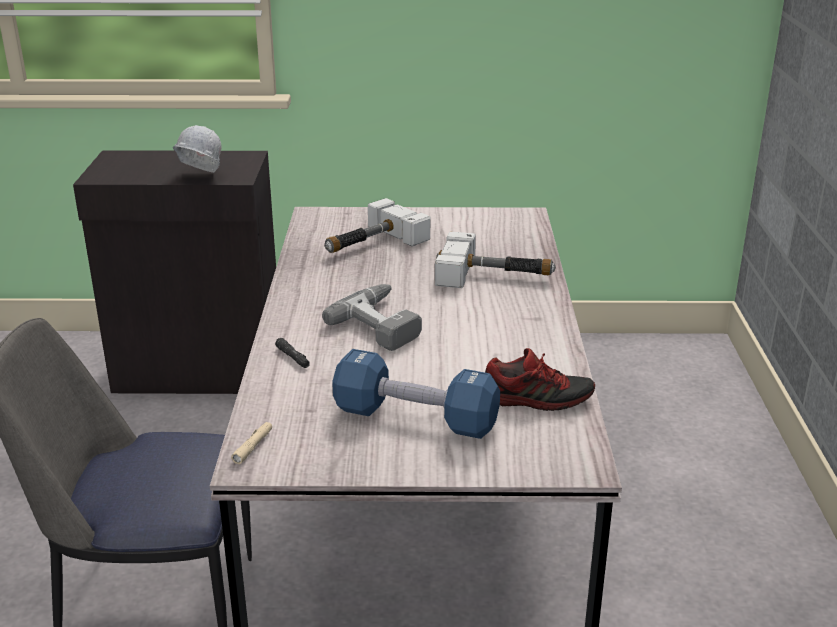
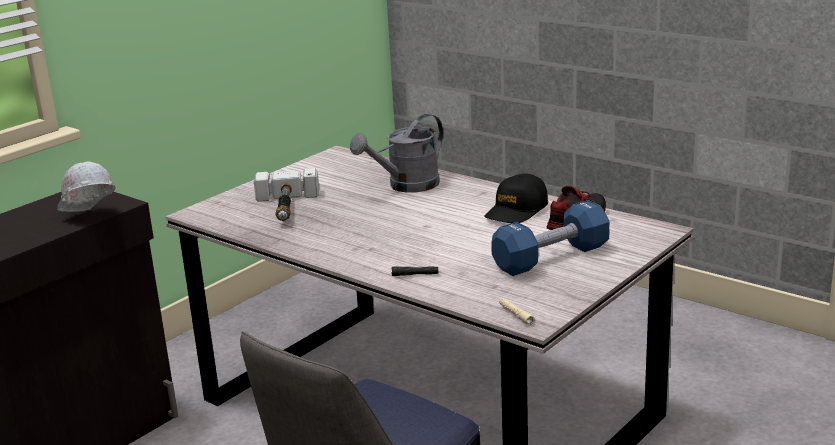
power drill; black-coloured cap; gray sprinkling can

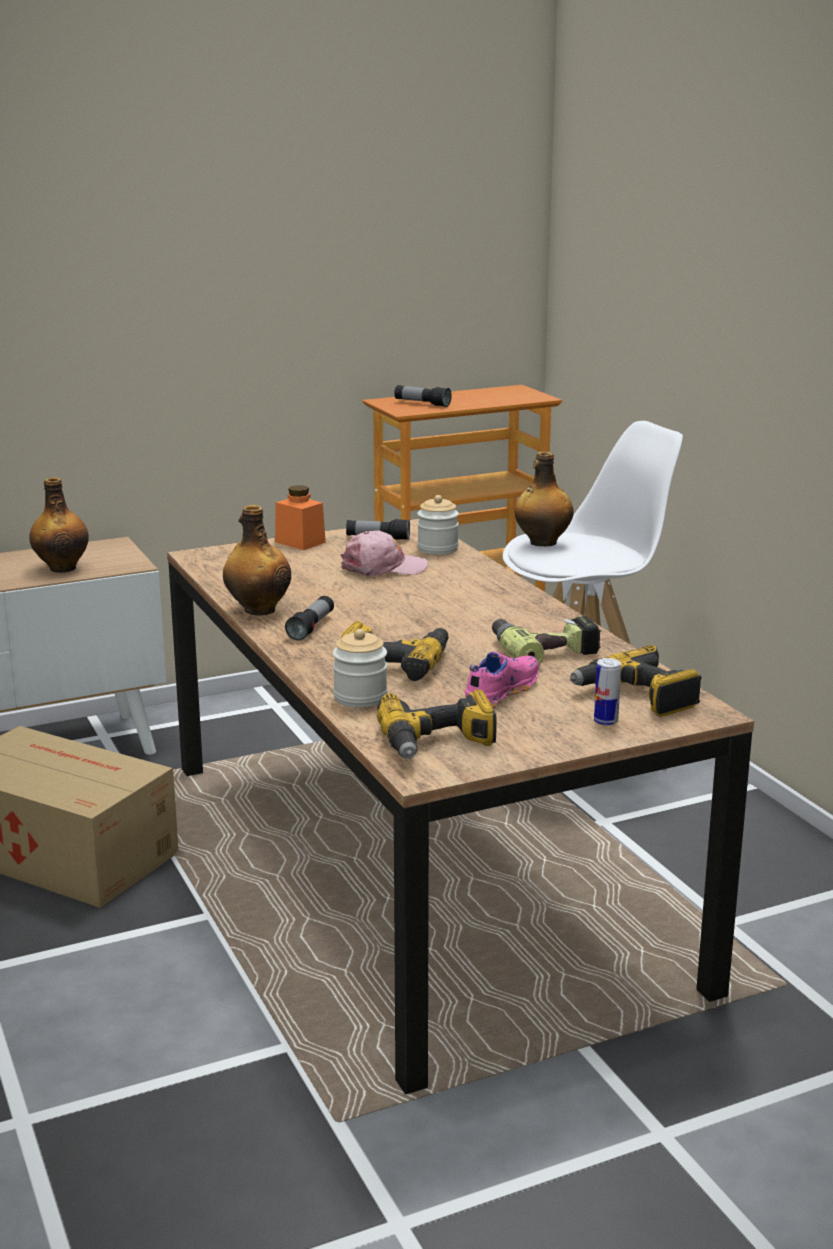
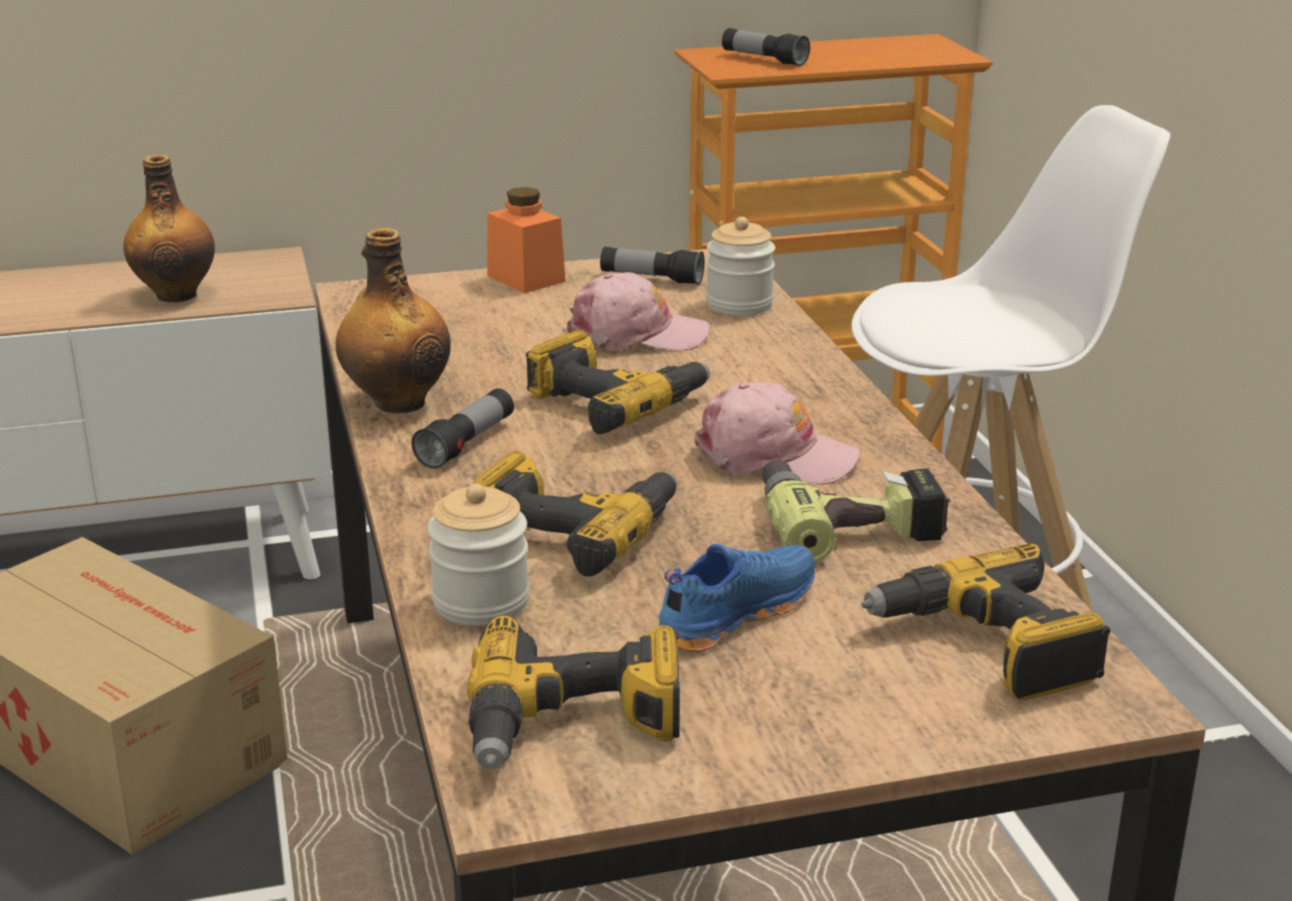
beverage bottle (no. 3 from left in the first image); metal can; power drill (no. 3 from left); pink-coloured cap (no. 2 from left); blue item of footwear

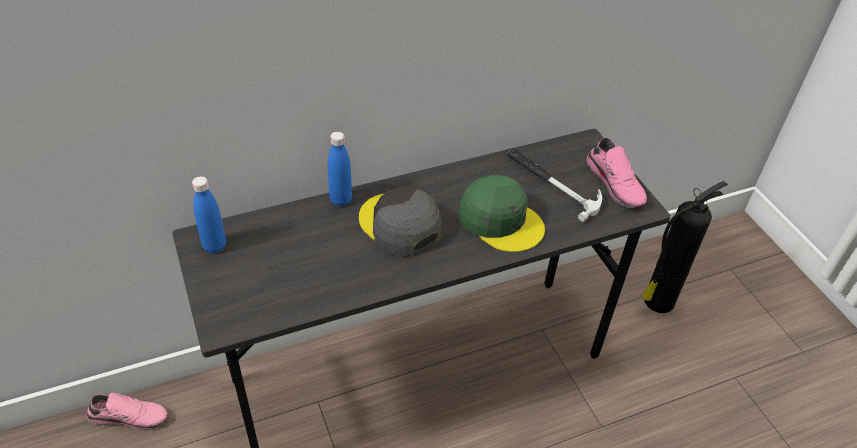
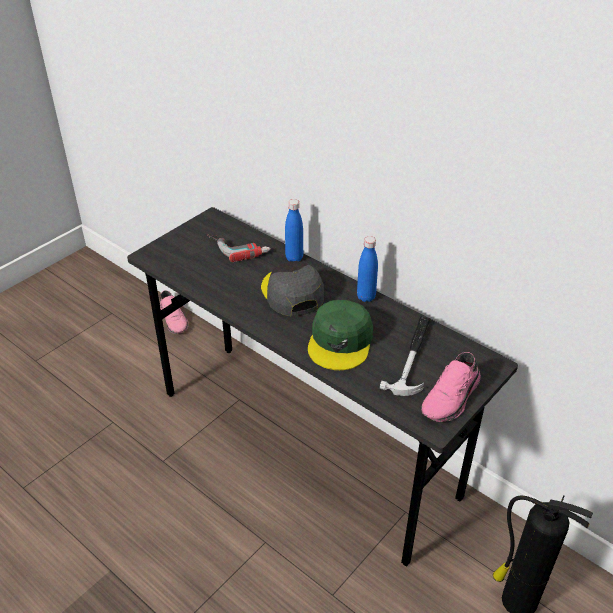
power drill; blue beverage bottle (no. 2 from left); gray cap

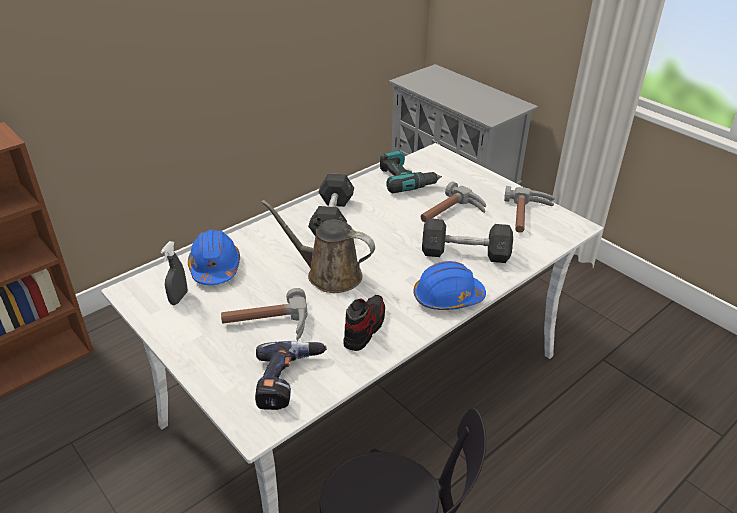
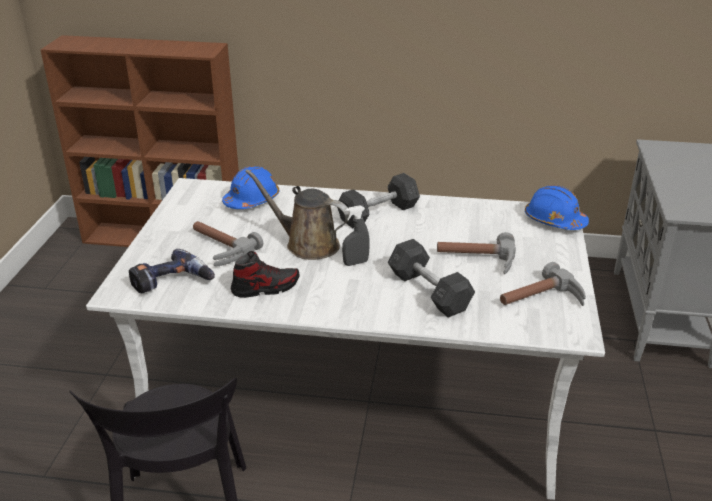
power drill (no. 2 from left in the first image); gray hand sprayer; blue hard hat (no. 2 from left); brown sprinkling can

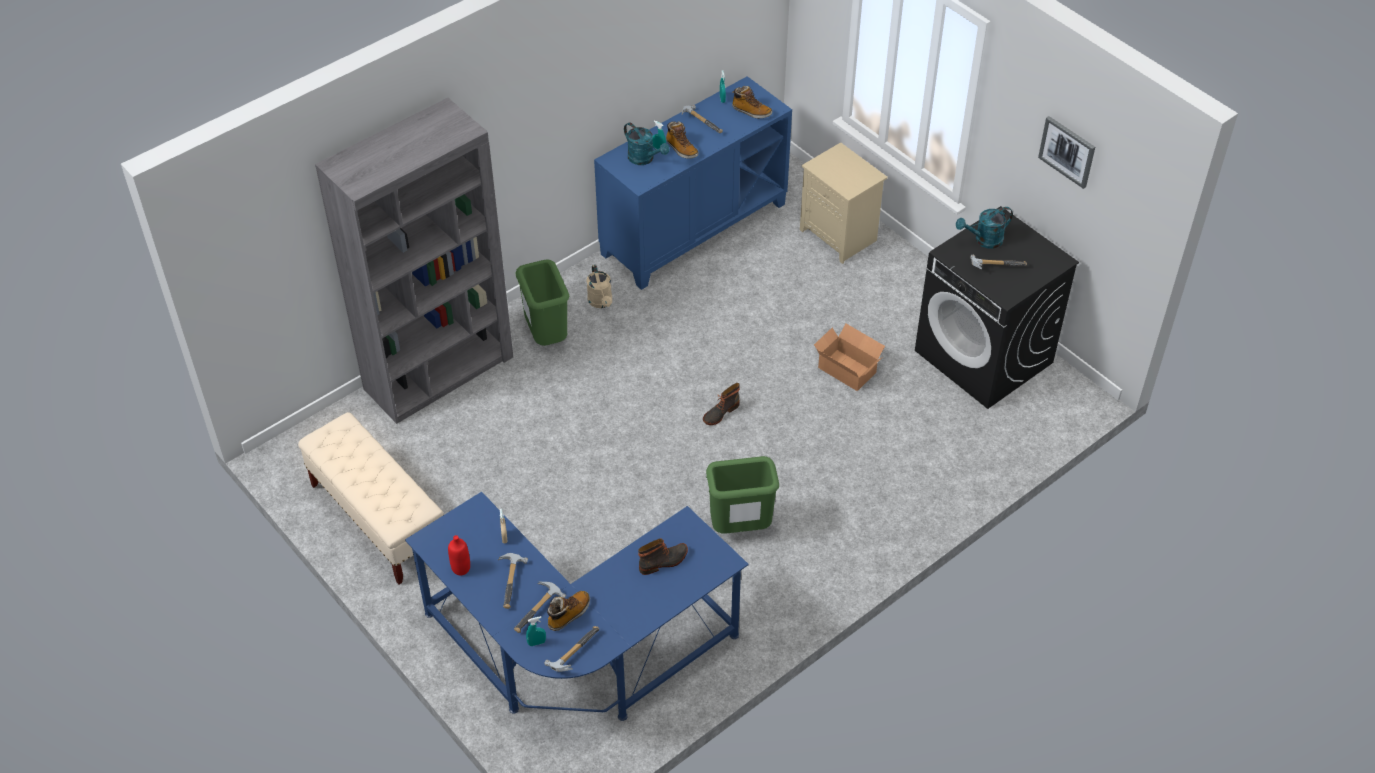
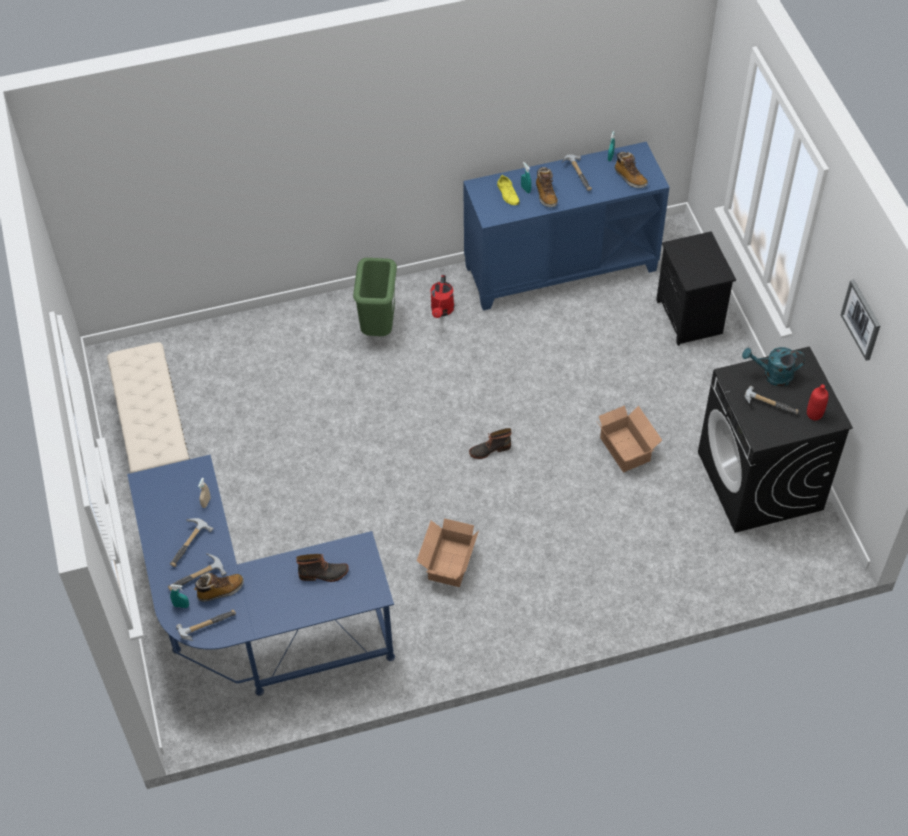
gray bookcase; red-coloured beverage bottle; yellowish item of footwear; carton (no. 1 from left); red-coloured sprinkling can; black-coloured bedside table

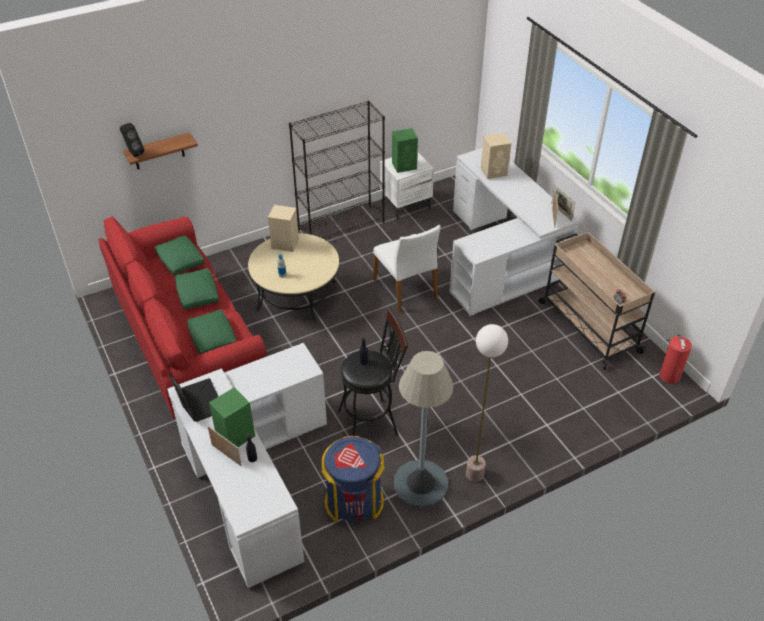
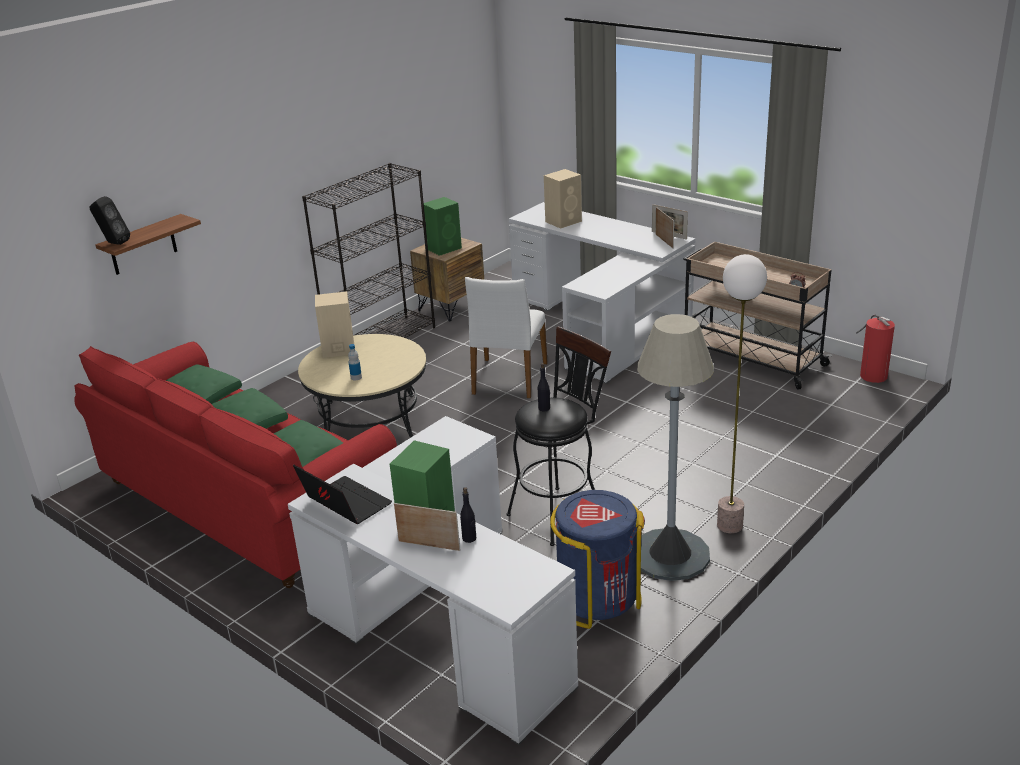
brown bedside table; whitish upright chair

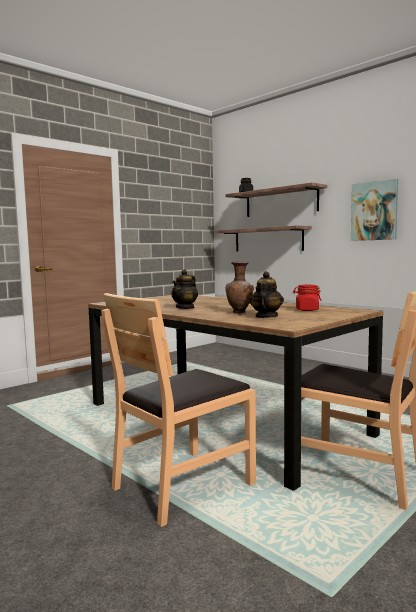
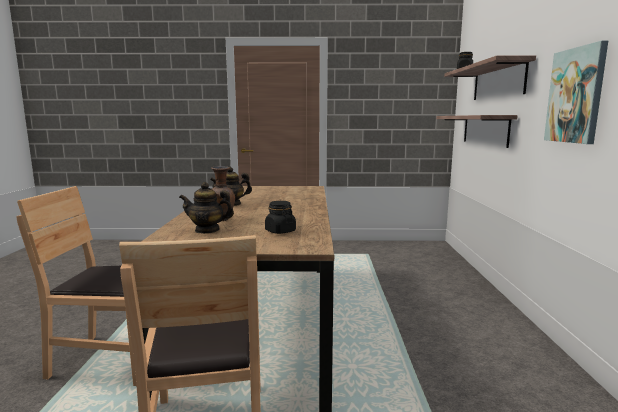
black-coloured preserve jar (no. 1 from left); pot for tea (no. 1 from left)

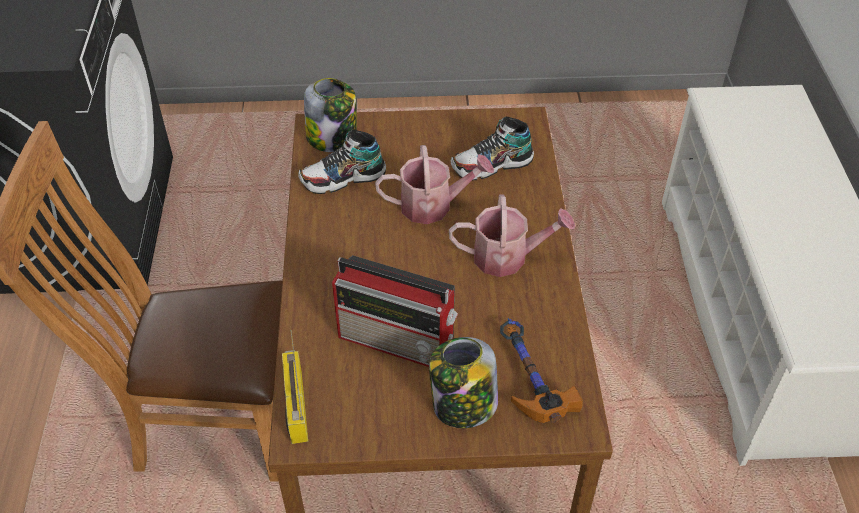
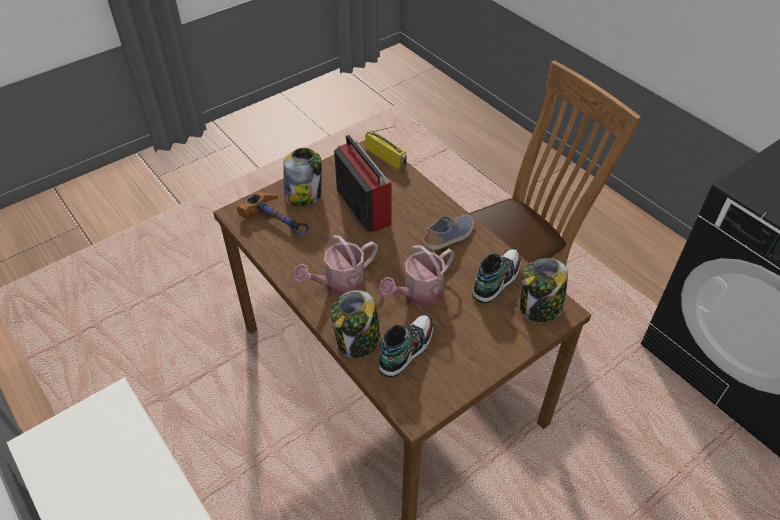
preserve jar (no. 2 from left); item of footwear (no. 2 from left); radio receiver (no. 1 from left)

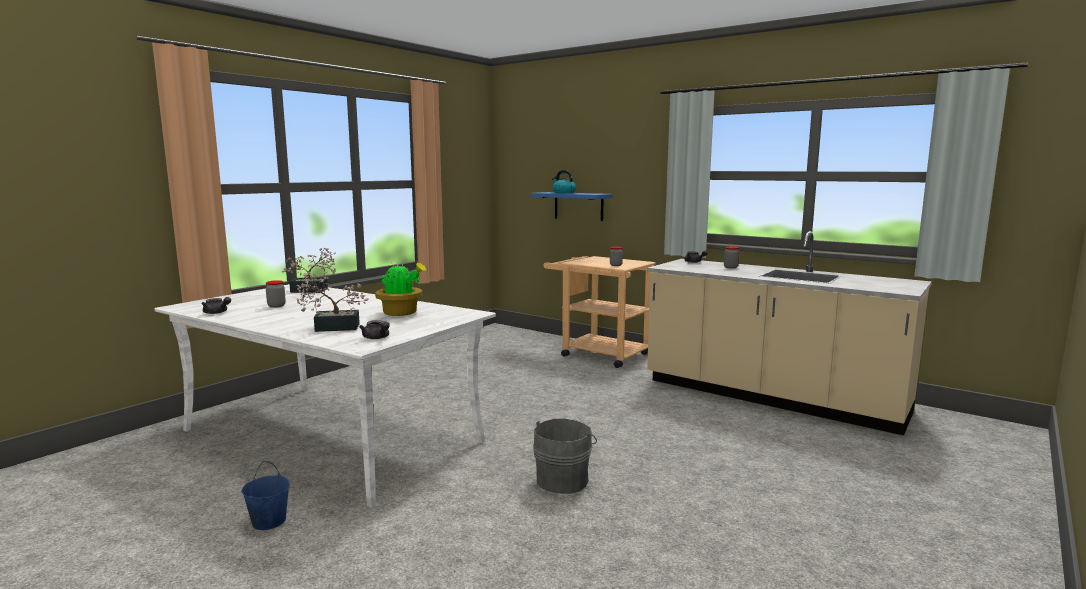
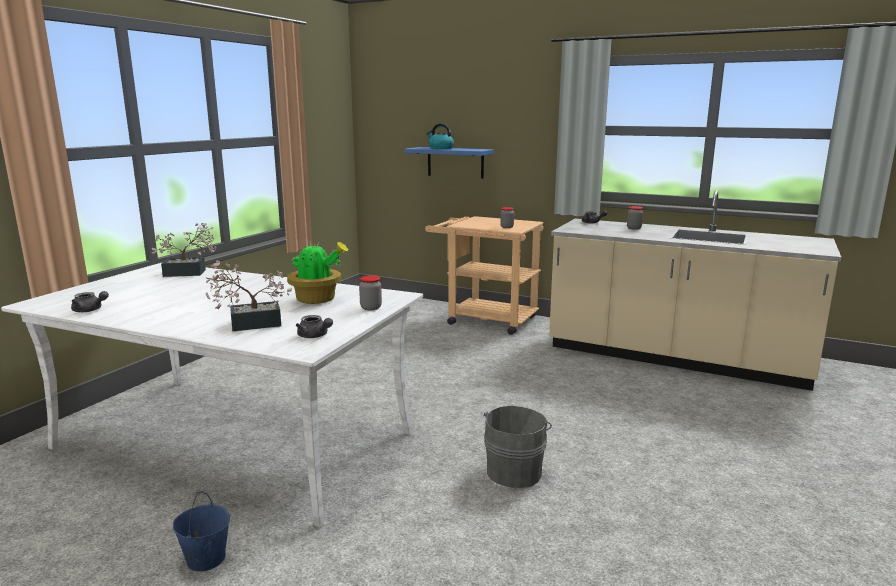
preserve jar (no. 1 from left)

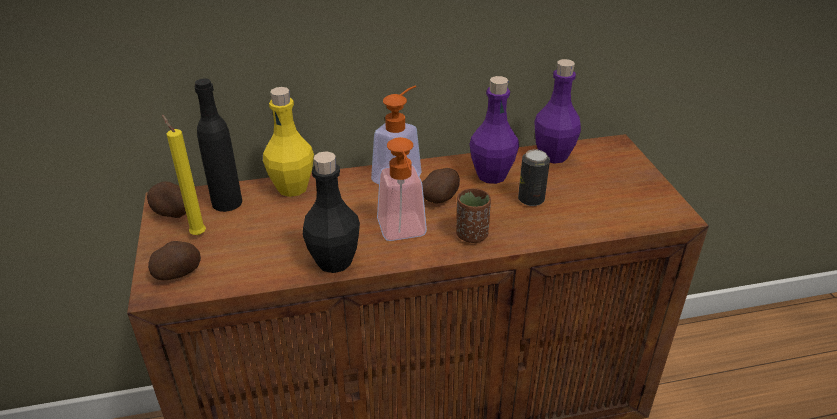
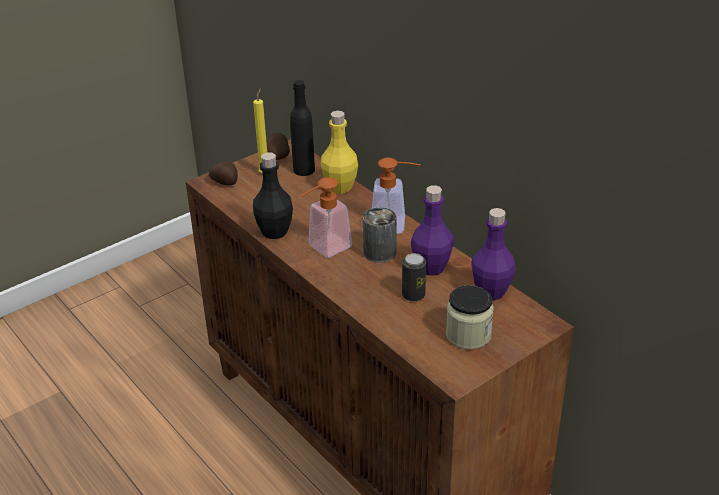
brown drinking cup; preserve jar; metal can (no. 1 from left)

